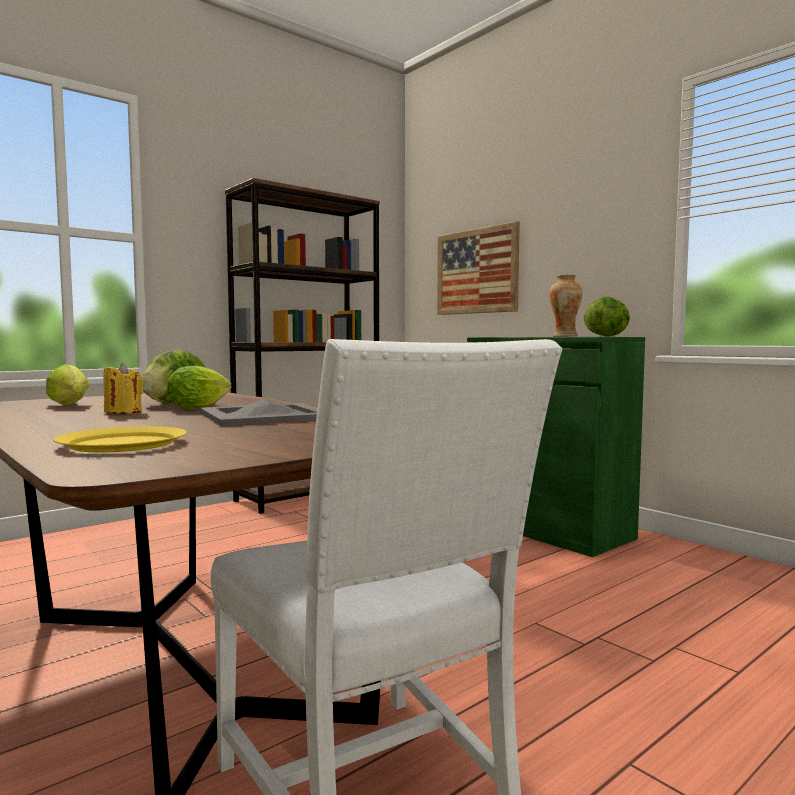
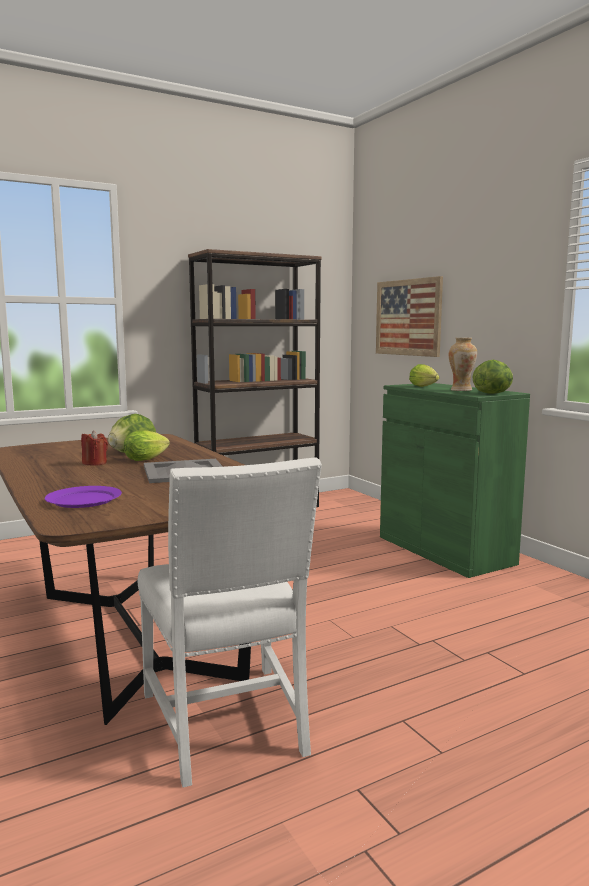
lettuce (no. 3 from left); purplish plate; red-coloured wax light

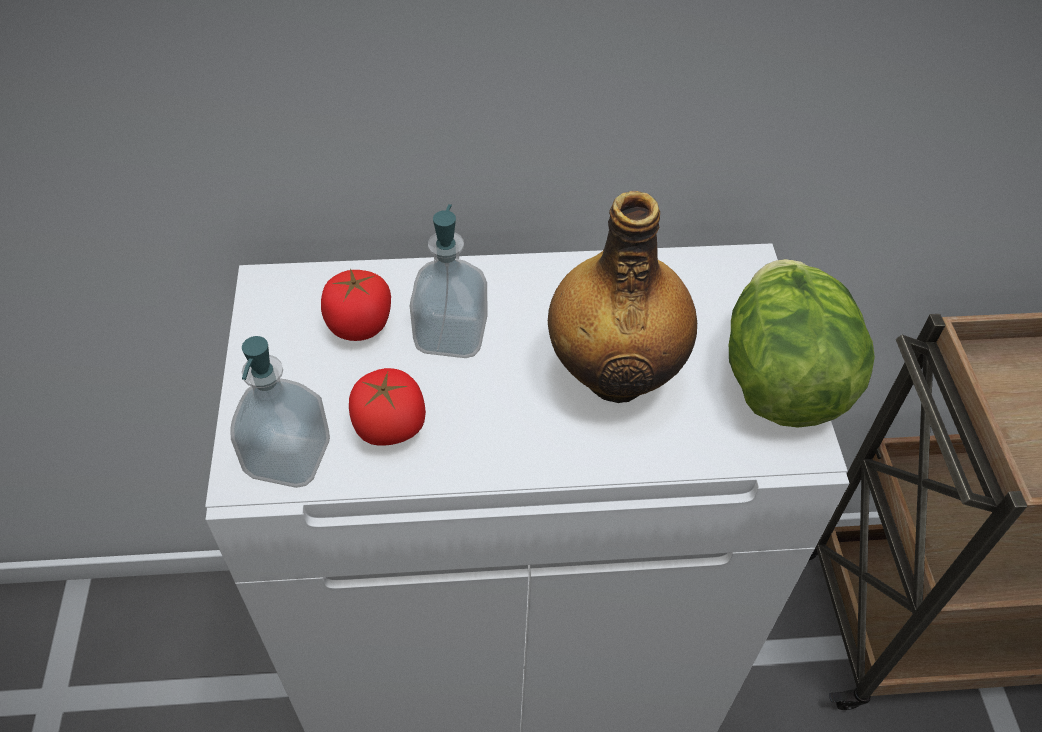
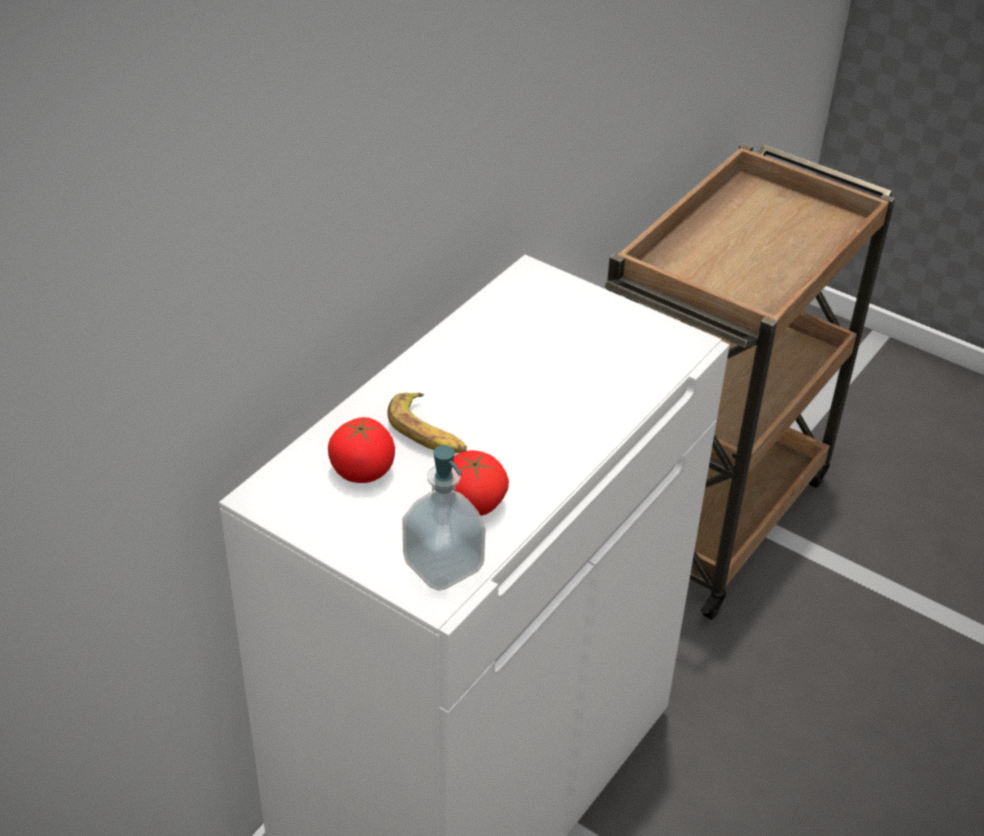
beverage bottle; lettuce; banana

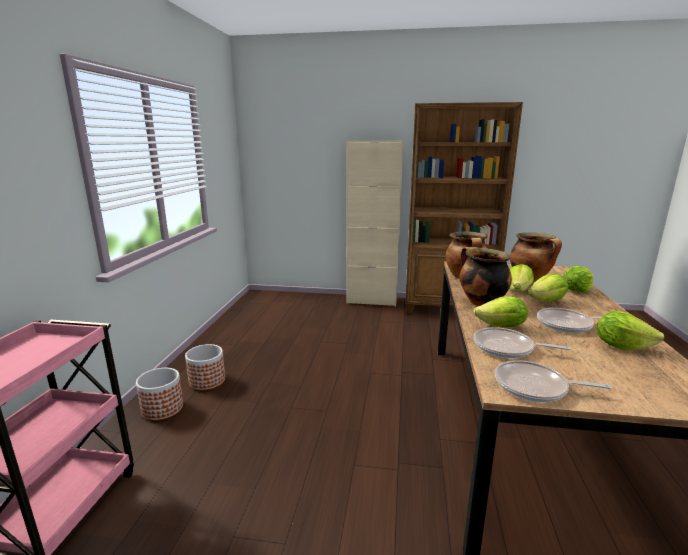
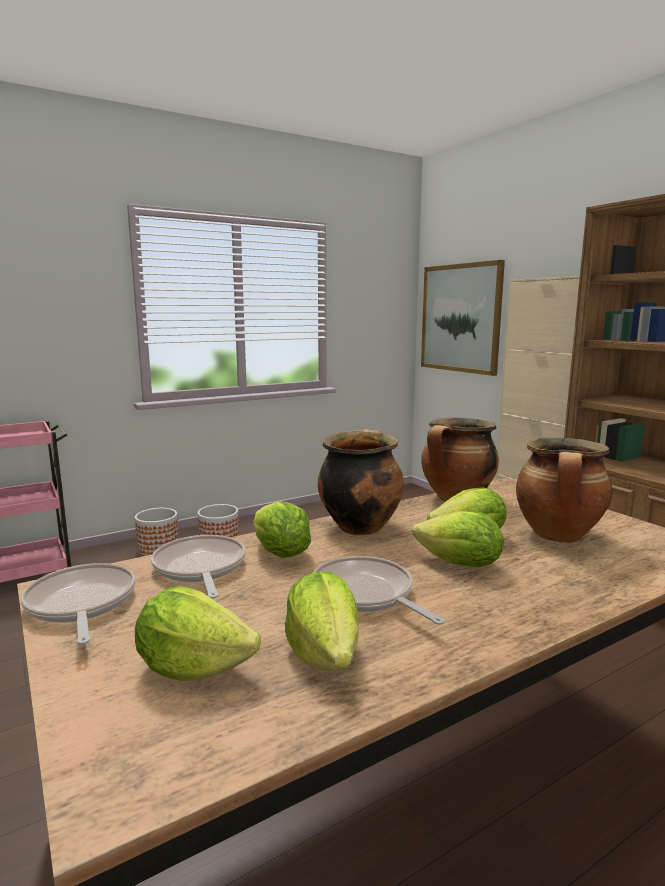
wall art; lettuce (no. 1 from left)

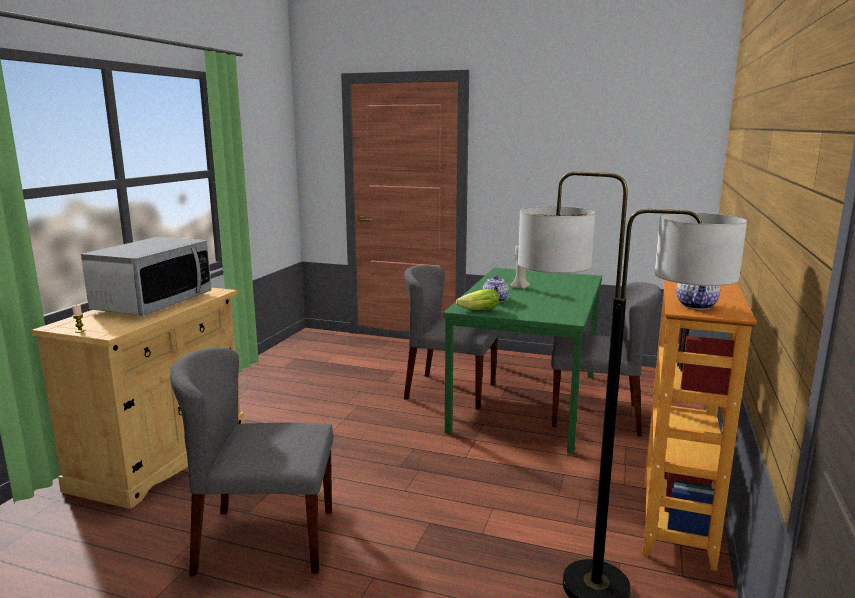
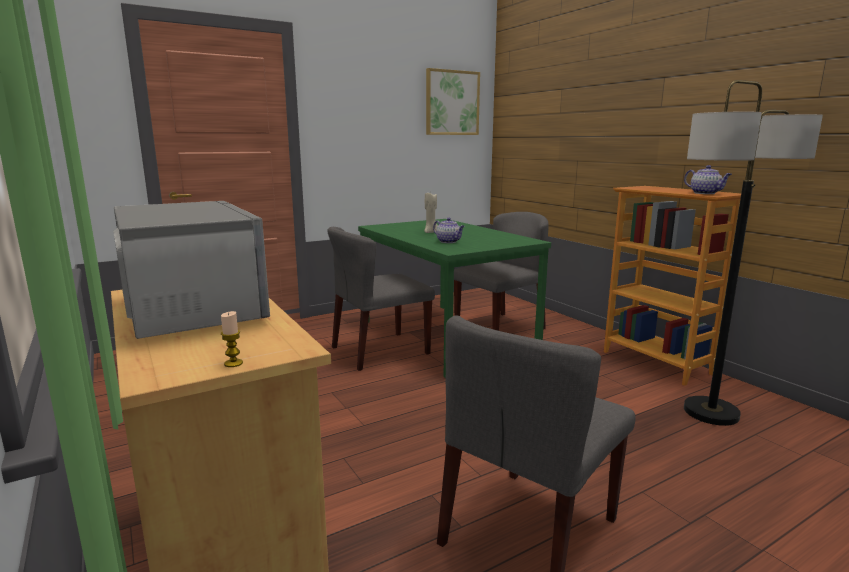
lettuce; wall art

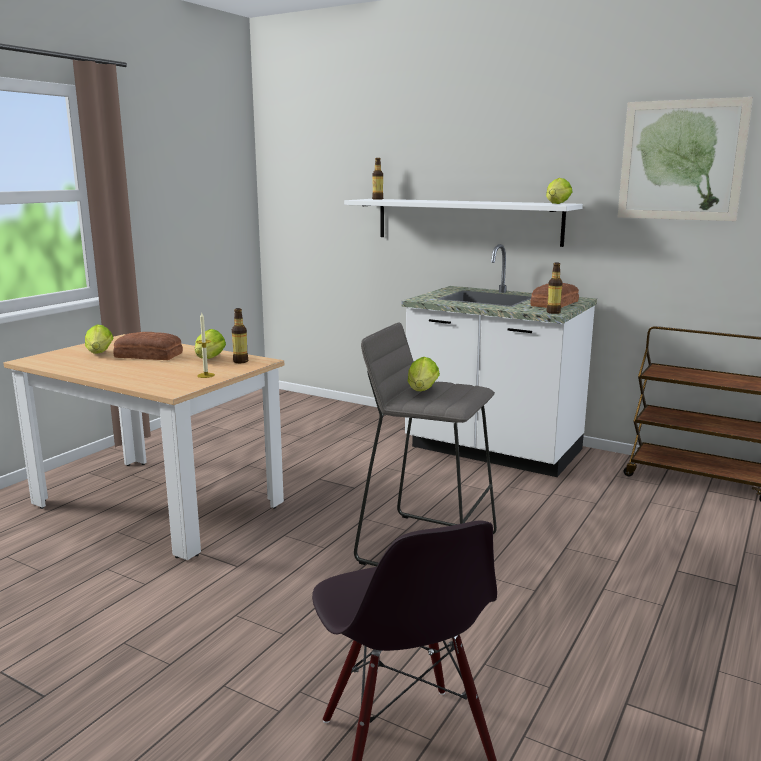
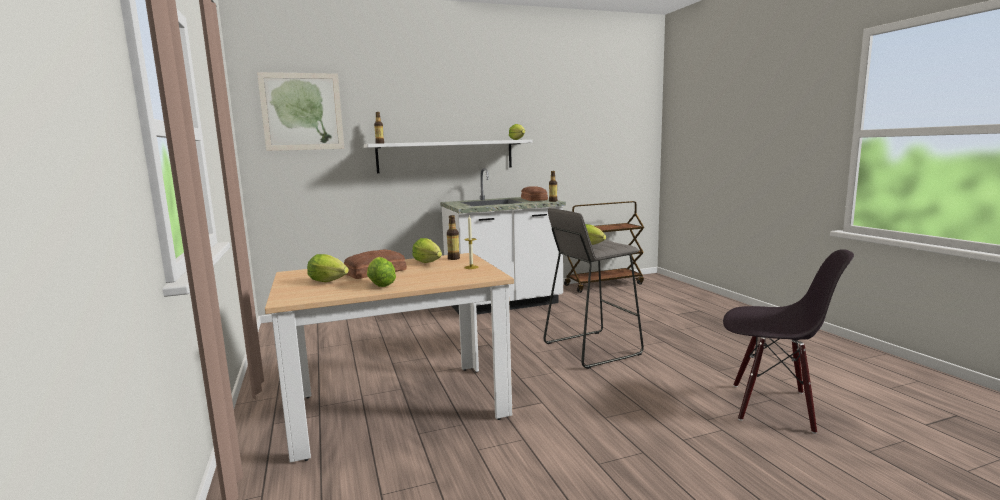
lettuce (no. 2 from left); wall art

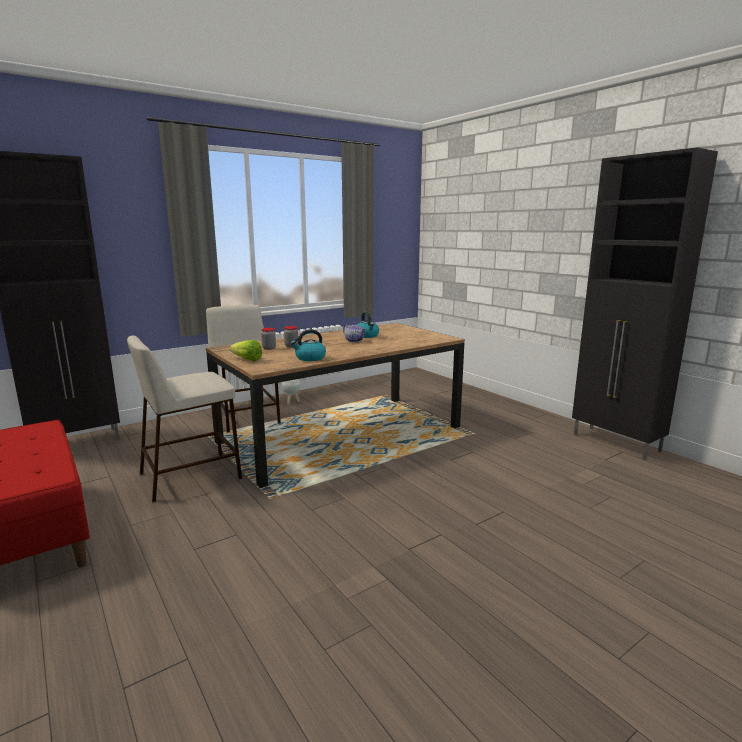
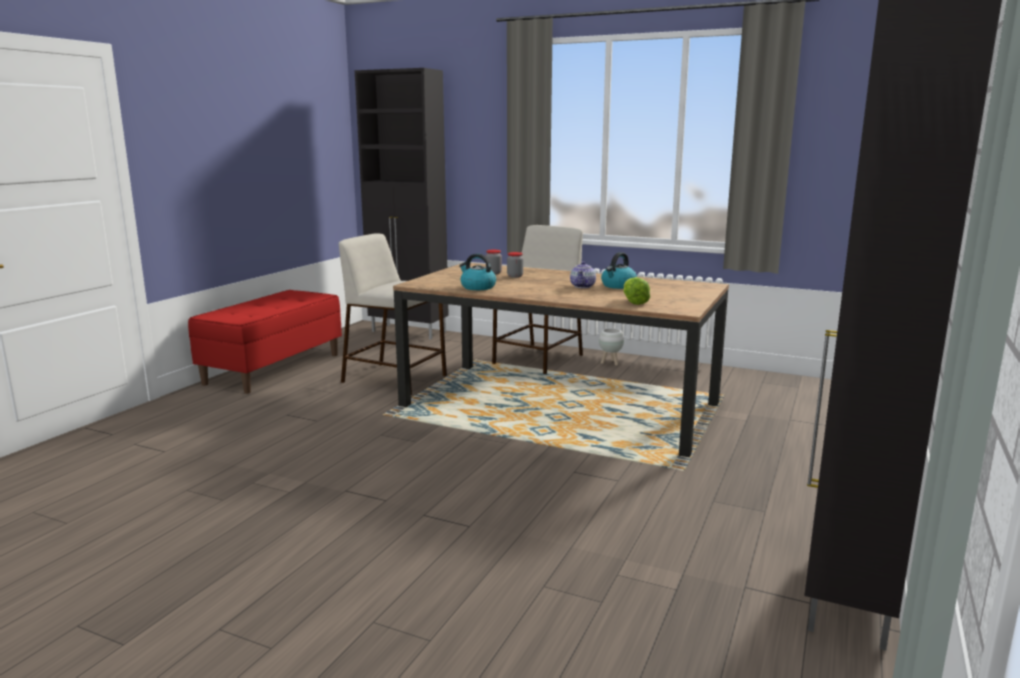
lettuce

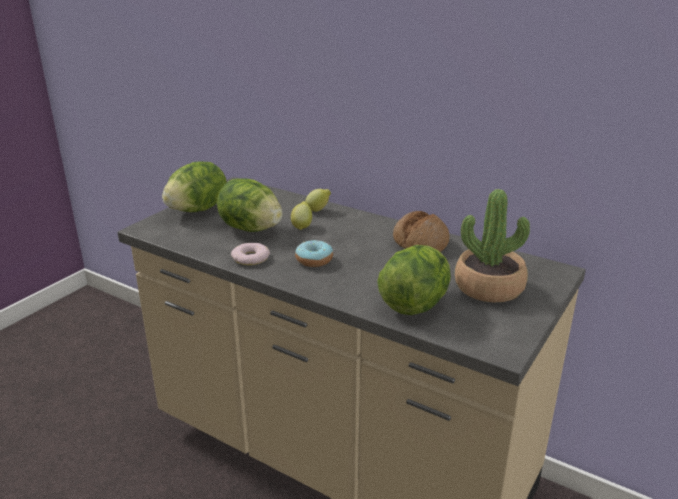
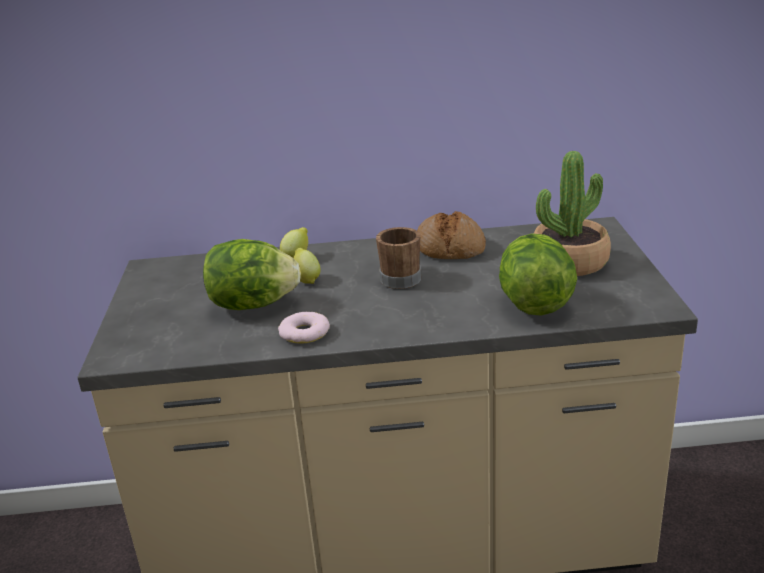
lettuce (no. 1 from left in the first image); doughnut (no. 2 from left in the first image); brown mug

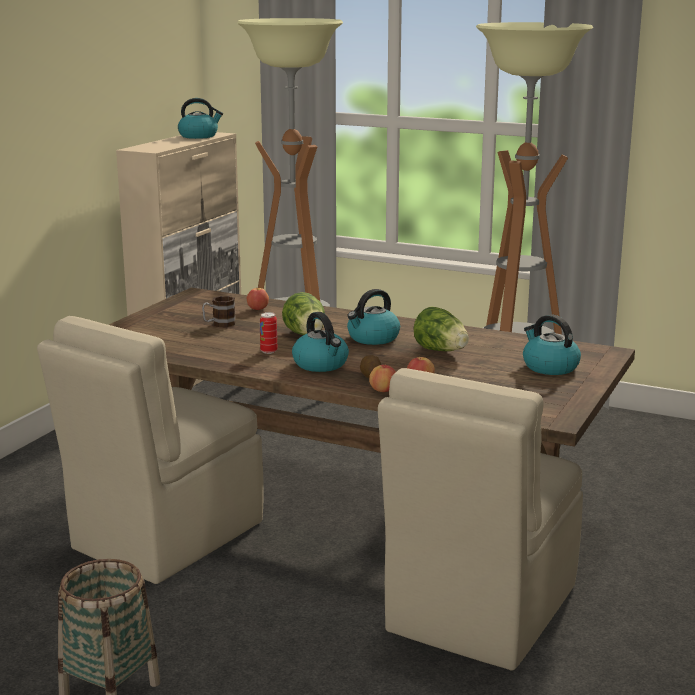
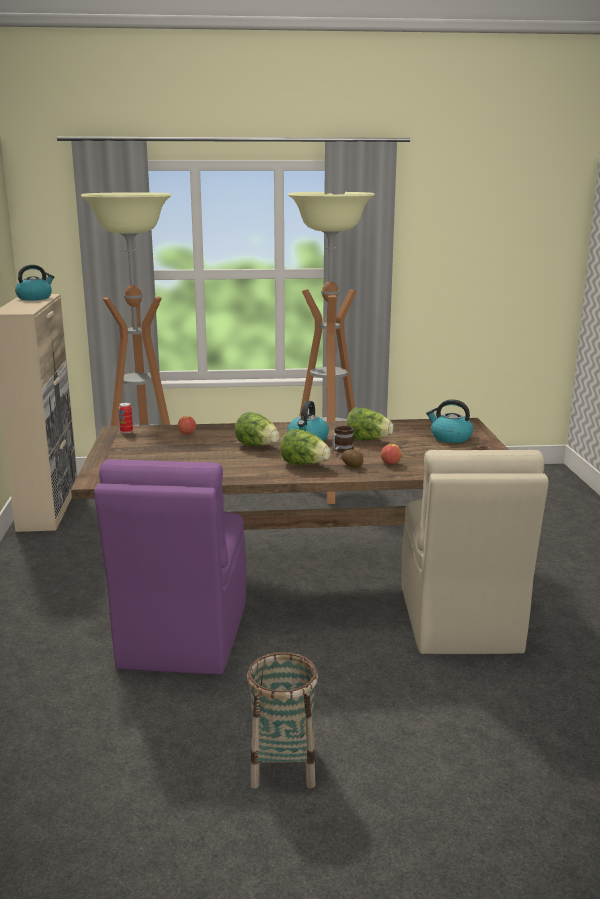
apple (no. 2 from left in the first image); mug; metal can; lettuce (no. 2 from left); purplish upright chair

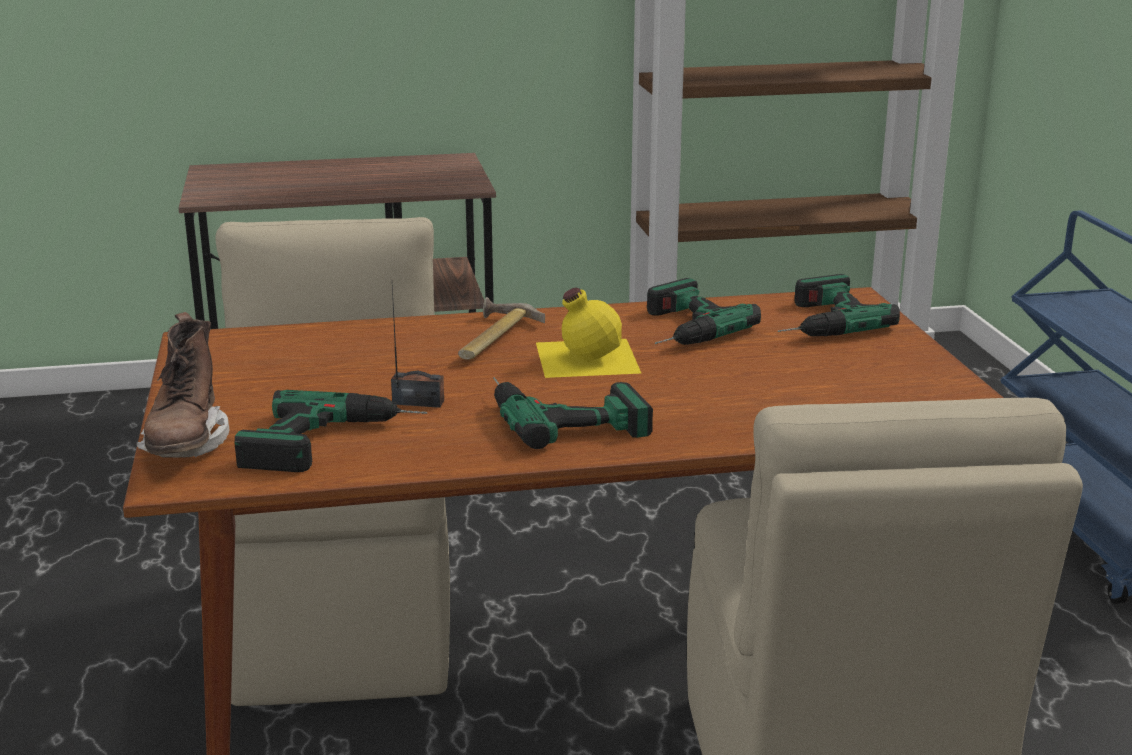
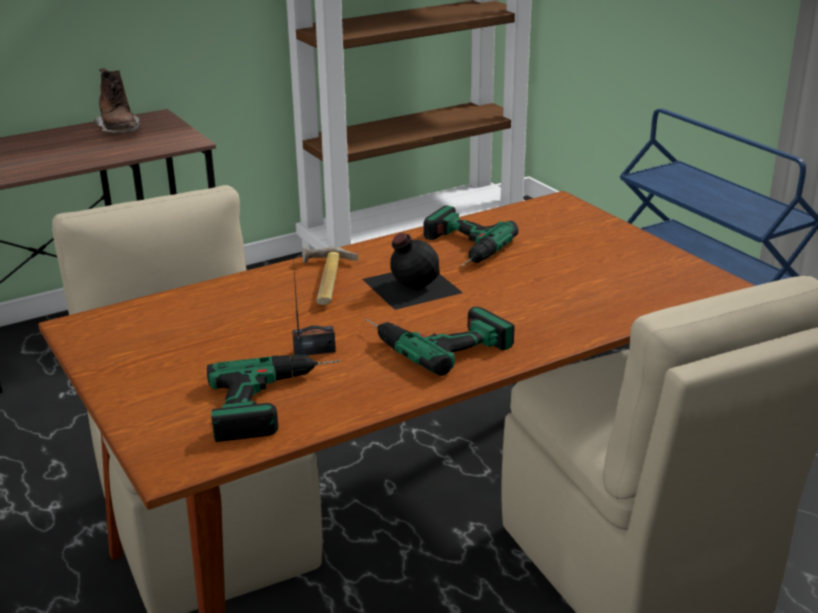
power drill (no. 4 from left in the first image); brown high-top boot; black-coloured beverage bottle

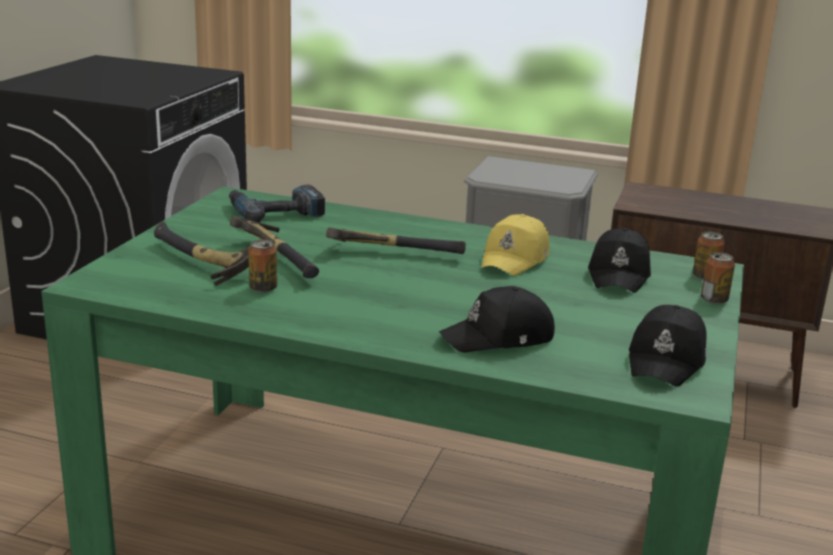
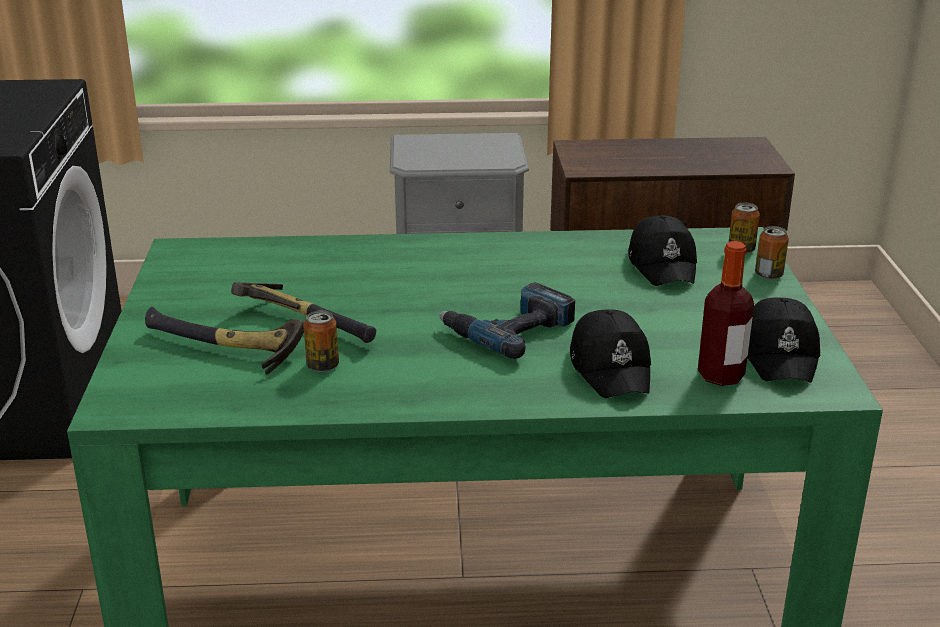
hand hammer (no. 3 from left in the first image); yellowish cap; beverage bottle; power drill; black-coloured cap (no. 1 from left)

